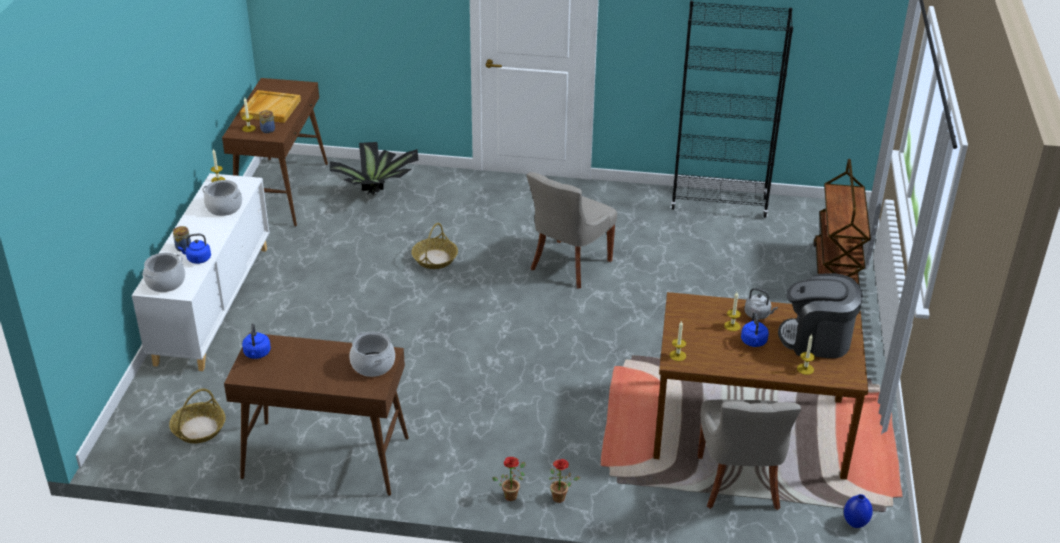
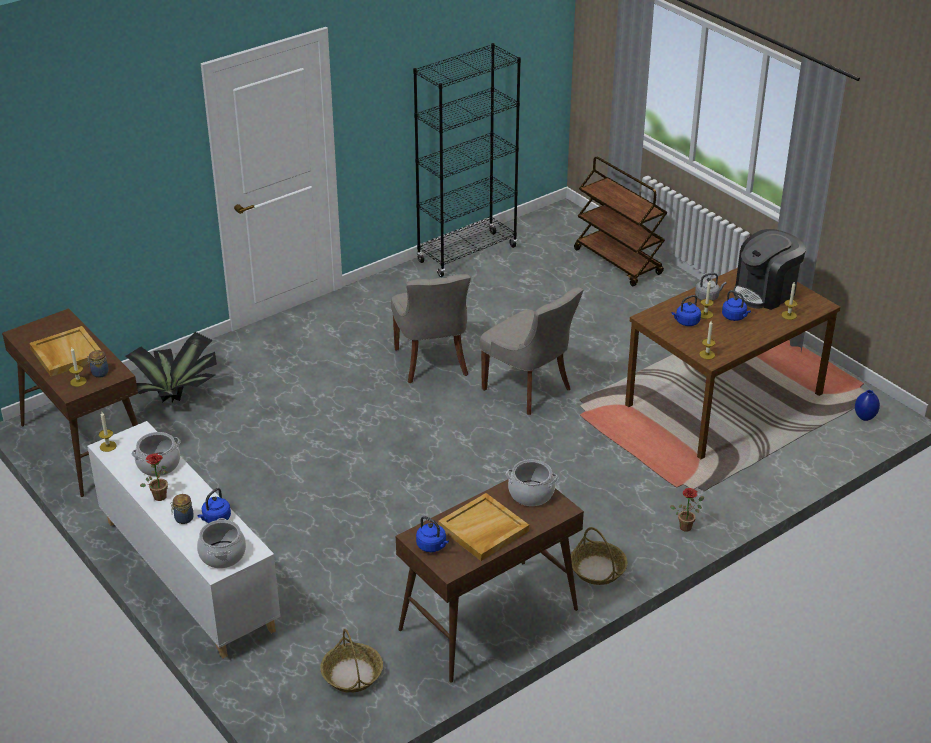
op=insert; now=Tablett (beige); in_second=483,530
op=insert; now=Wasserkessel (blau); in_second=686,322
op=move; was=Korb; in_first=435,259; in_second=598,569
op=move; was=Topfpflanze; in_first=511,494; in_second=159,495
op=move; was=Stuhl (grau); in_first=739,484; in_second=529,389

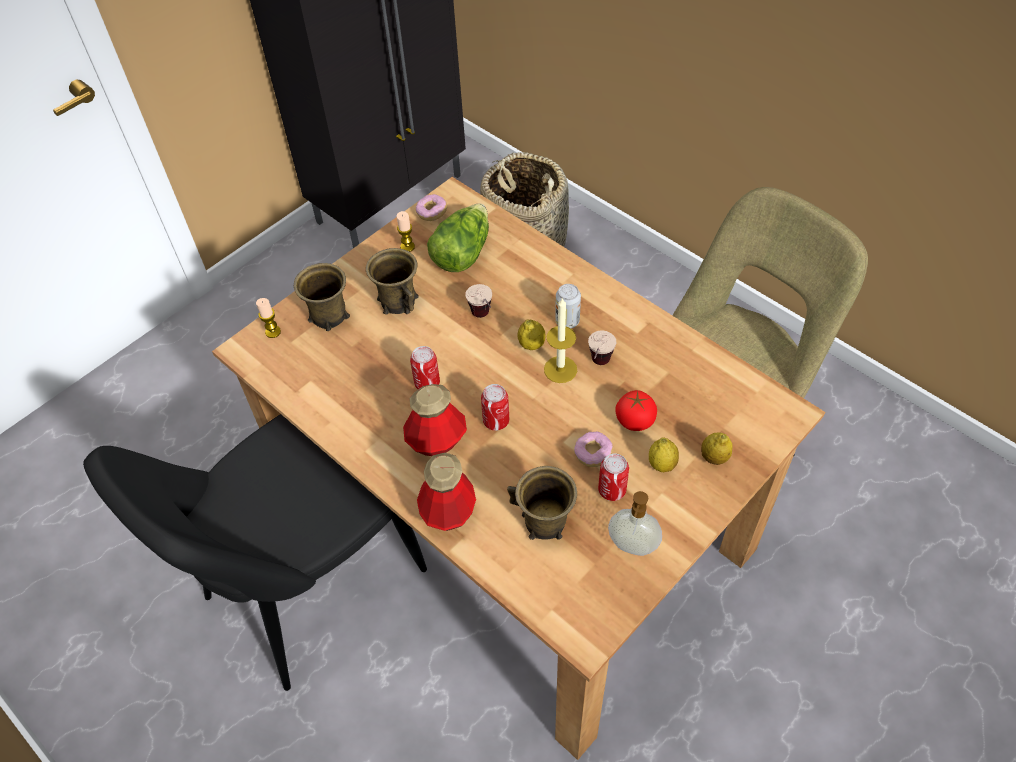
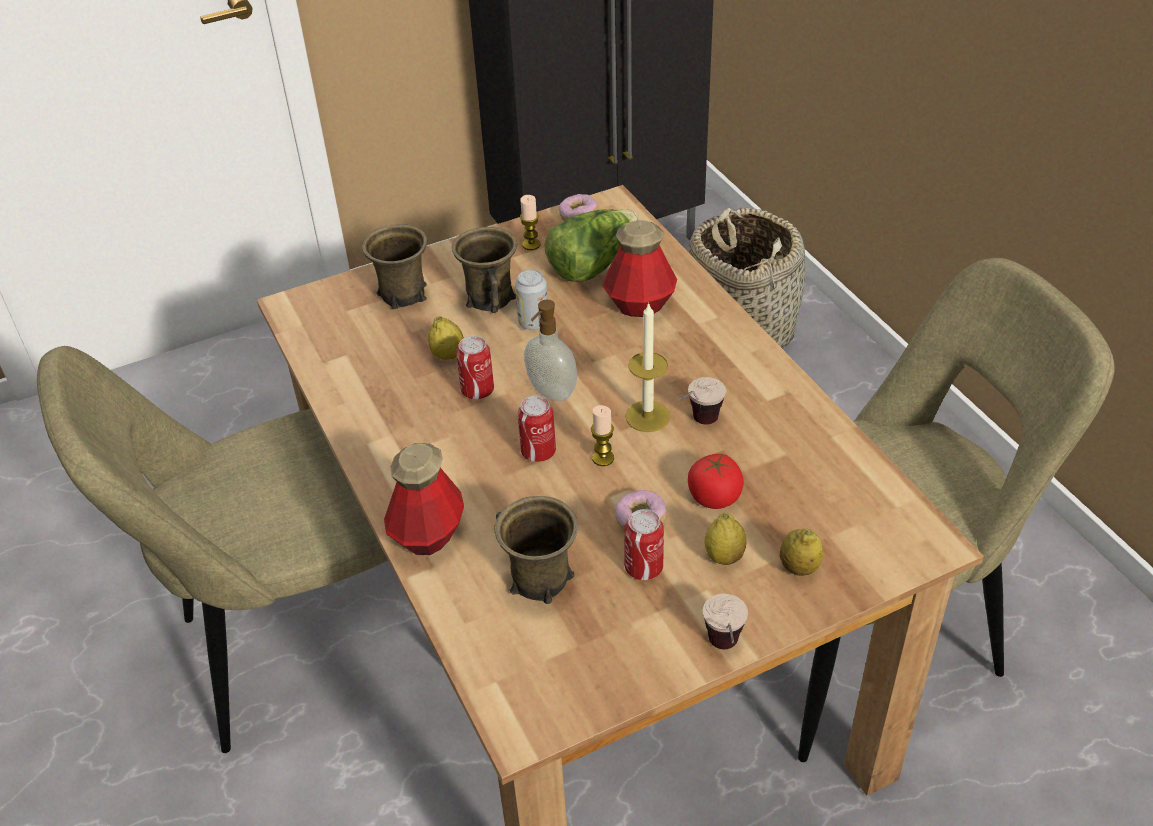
op=move; was=Kerze; in_first=273,332; in_second=603,458
op=move; was=Flasche; in_first=437,441; in_second=639,304
op=move; was=Tasse; in_first=484,319; in_second=725,653
op=move; was=Zitrone; in_first=531,345; in_second=448,355
op=move; was=Dose; in_first=567,321; in_second=533,322
op=move; was=Seifenspender; in_first=632,547; in_second=550,392
op=recolor; was=Stuhl (schwarz); now=Stuhl (beige); in_first=306,590; in_second=300,646

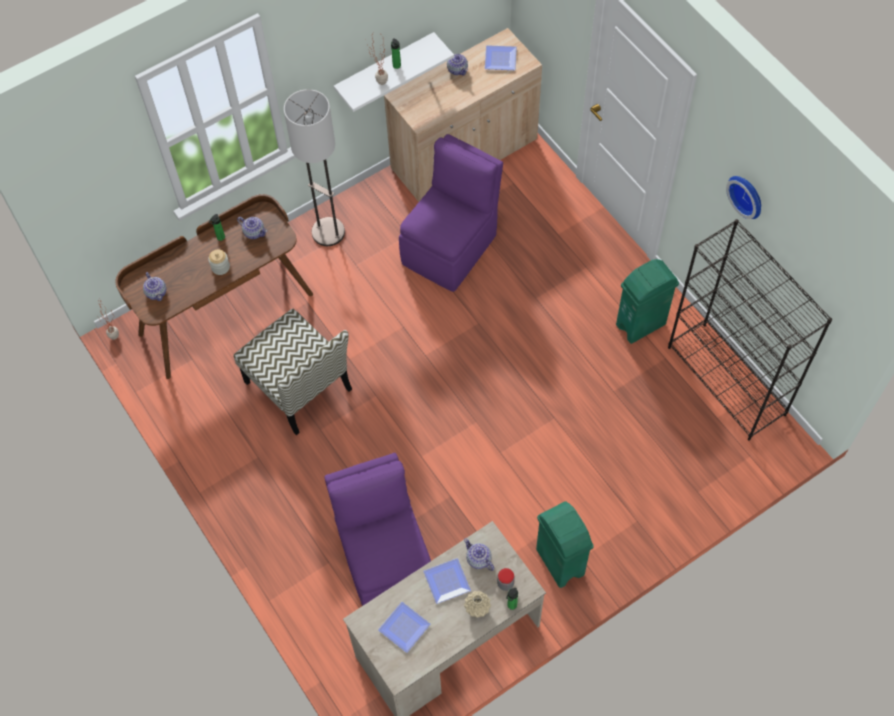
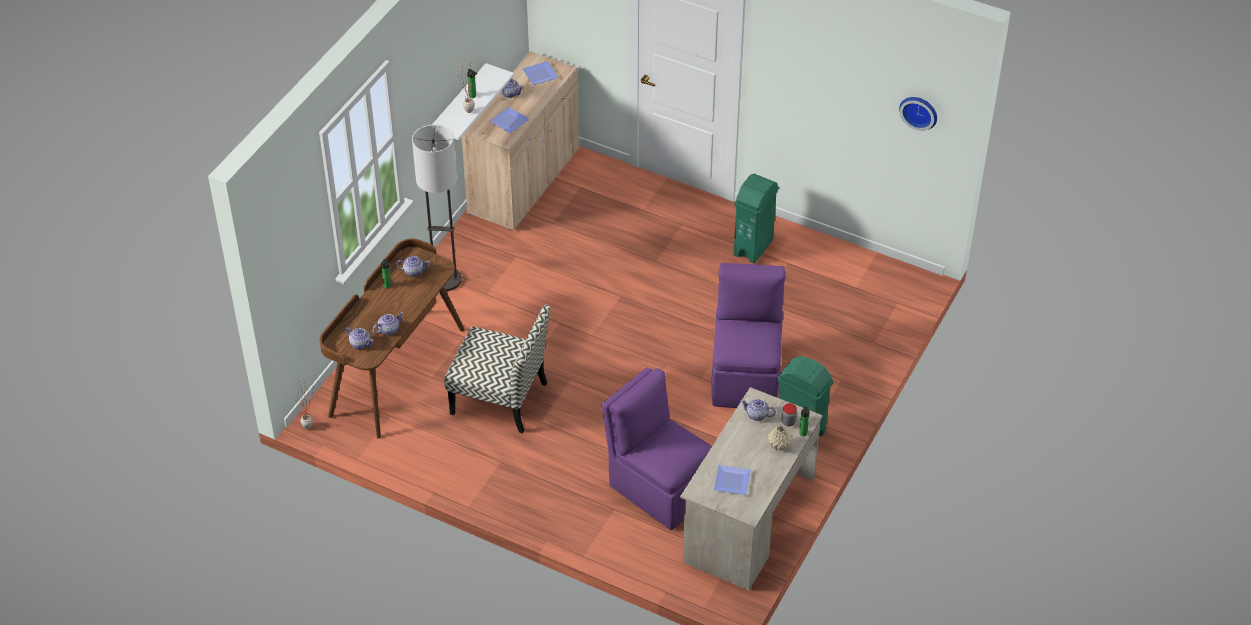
op=delete; was=Vorratsglas; in_first=220,267
op=delete; was=Bücherregal (schwarz); in_first=727,381
op=insert; now=Teekanne; in_second=388,330
op=move; was=Stuhl (lila); in_first=451,247; in_second=746,376
op=move; was=Teller; in_first=447,580; in_second=509,120
op=move; was=Wanduhr; in_first=747,195; in_second=919,111

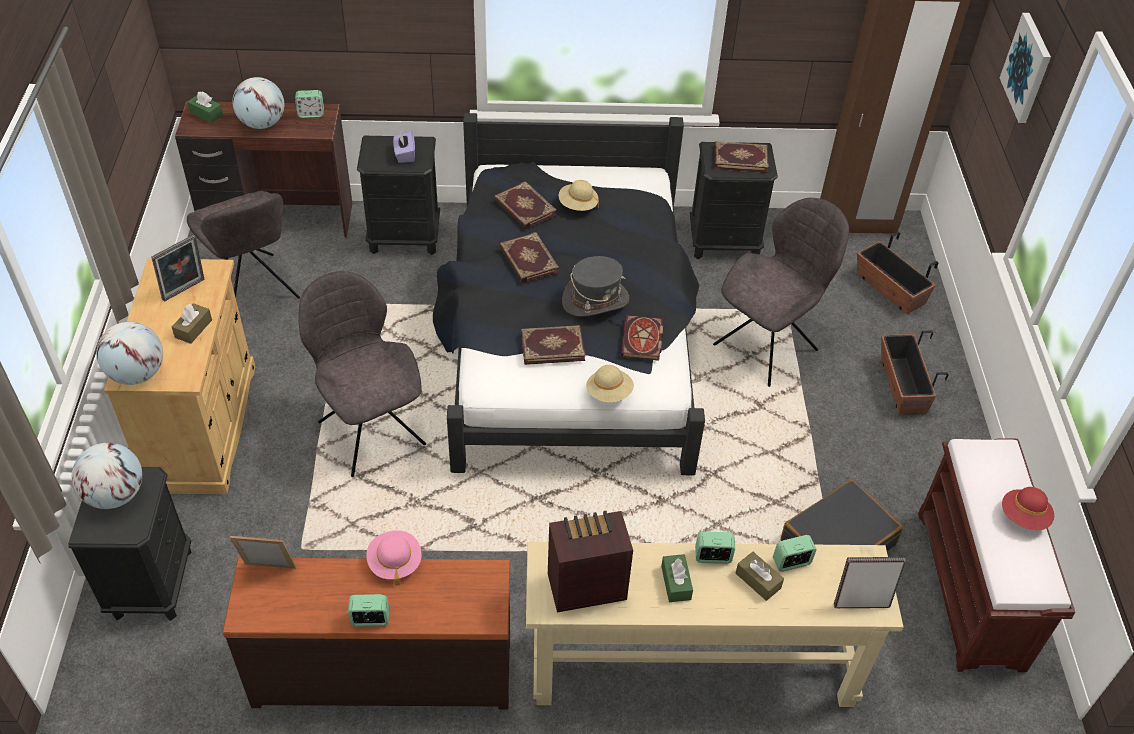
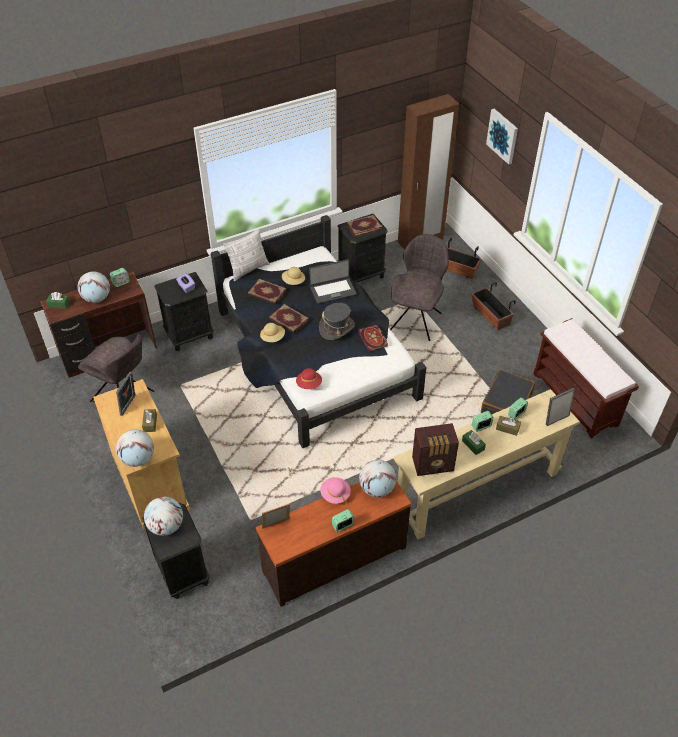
op=delete; was=Stuhl (grau); in_first=370,430
op=delete; was=Buch; in_first=552,346
op=insert; now=Kissen; in_second=248,269
op=insert; now=Laptop; in_second=332,290
op=insert; now=Globus; in_second=377,488
op=move; was=Hut (beige); in_first=609,393; in_second=273,337
op=move; was=Hut (rot); in_first=1024,517; in_second=309,384
op=rotate; was=Radio; in_first=584,586; in_second=434,464; clockwise=-150

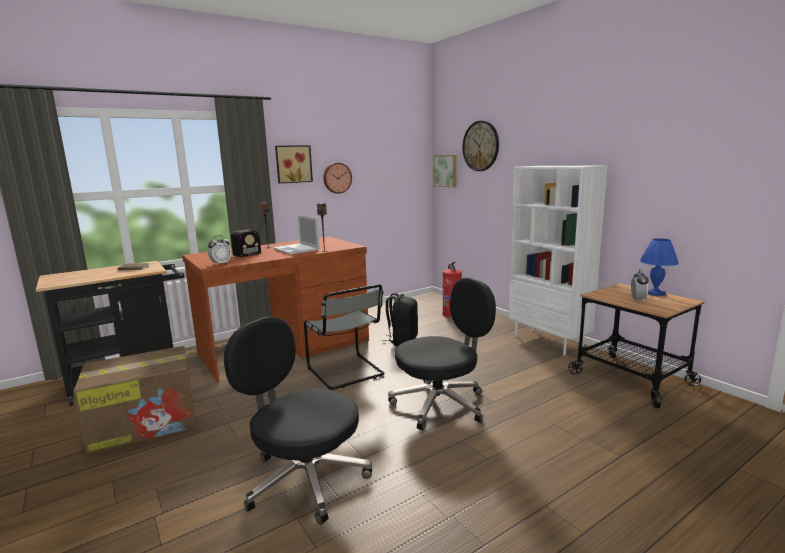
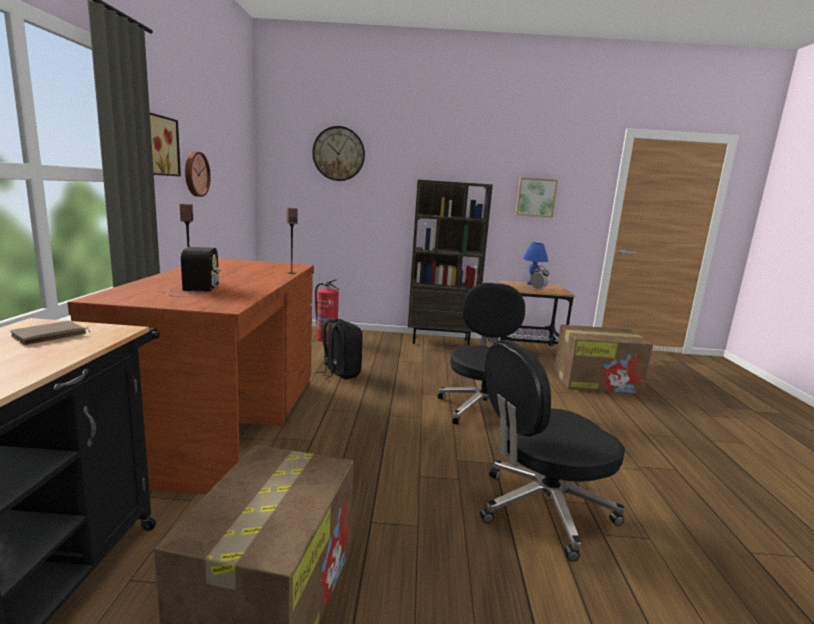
op=delete; was=Wecker; in_first=221,264
op=delete; was=Laptop; in_first=296,249
op=delete; was=Stuhl (grau); in_first=347,372
op=insert; now=Karton; in_second=597,381
op=move; was=Bild; in_first=446,171; in_second=535,197
op=recolor; was=Bücherregal (weiß); now=Bücherregal (braun); in_first=548,342; in_second=441,341

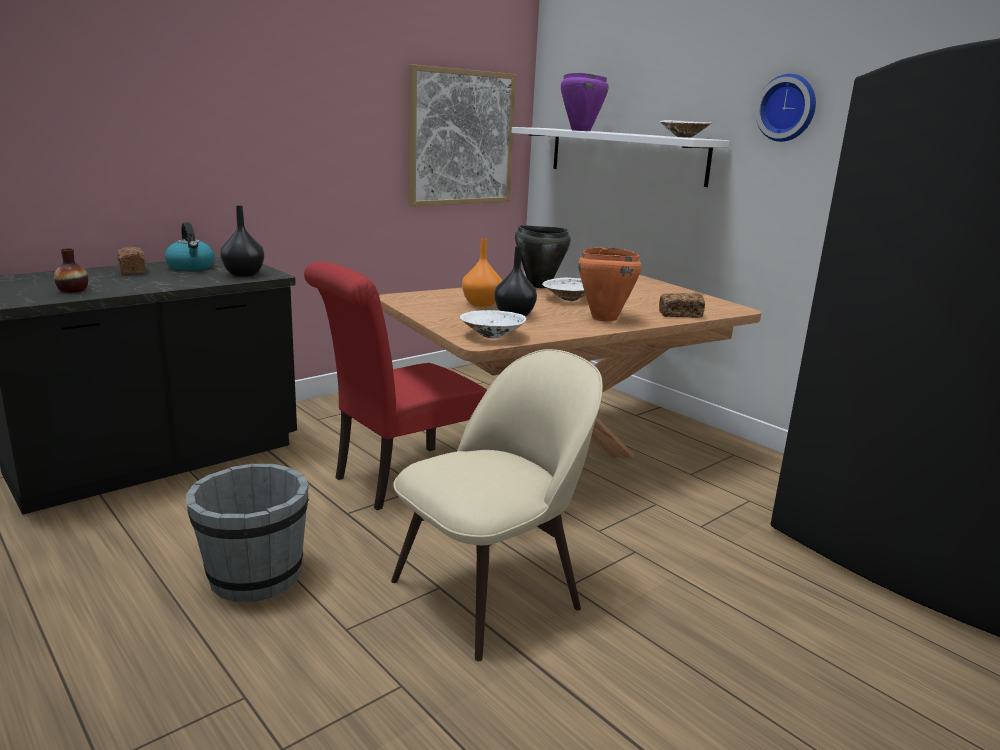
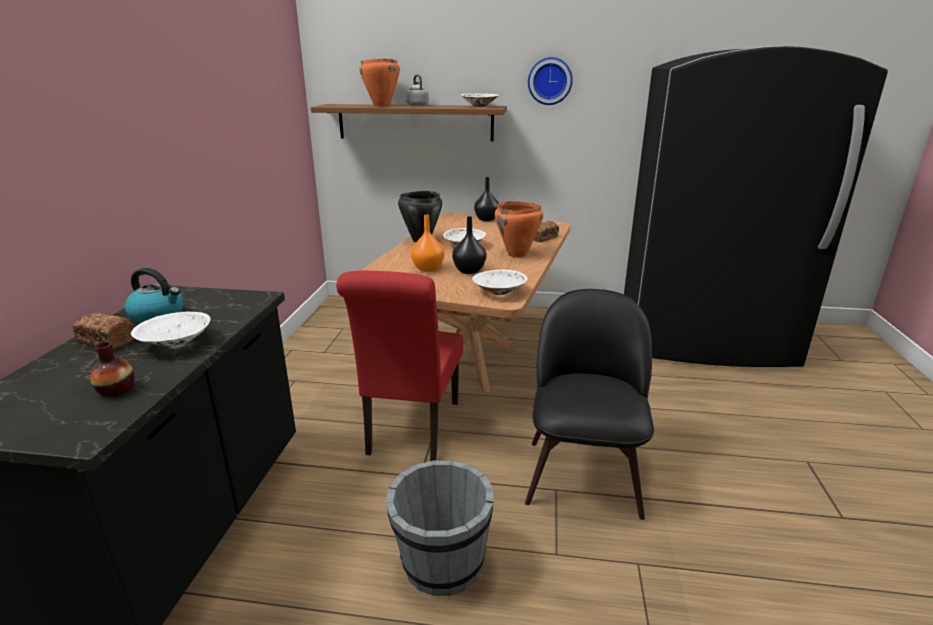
op=delete; was=Bild; in_first=461,138
op=insert; now=Schüssel (weiß); in_second=176,343
op=insert; now=Wasserkessel (grau); in_second=417,105
op=move; was=Vase (schwarz); in_first=243,274; in_second=486,219
op=recolor; was=Stuhl (beige); now=Stuhl (schwarz); in_first=491,591; in_second=583,473
op=recolor; was=Wandregal (weiß); now=Wandregal (braun); in_first=626,155; in_second=415,122
op=recolor; was=Kochtopf (lila); now=Kochtopf (orange); in_first=580,130; in_second=381,106

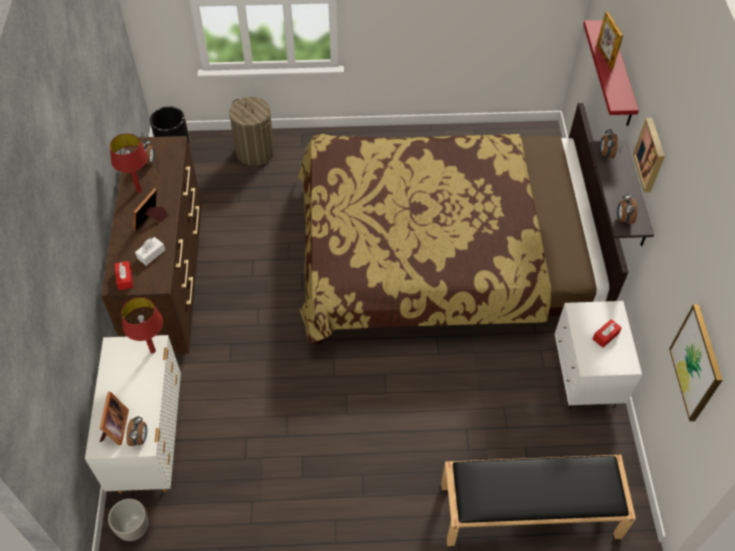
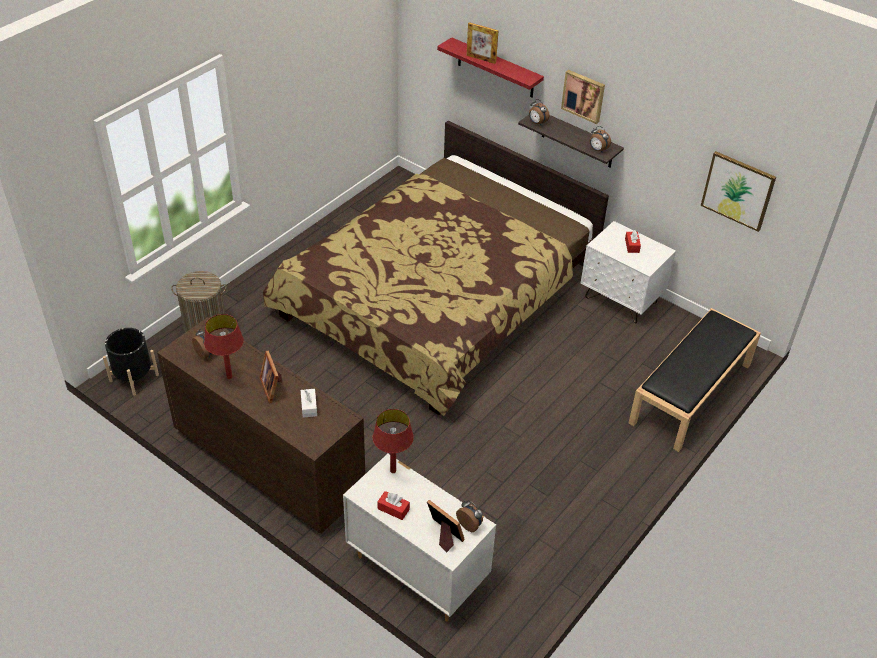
op=delete; was=Pflanzkübel; in_first=134,528
op=move; was=Taschentuchbox (rot); in_first=125,278; in_second=393,509

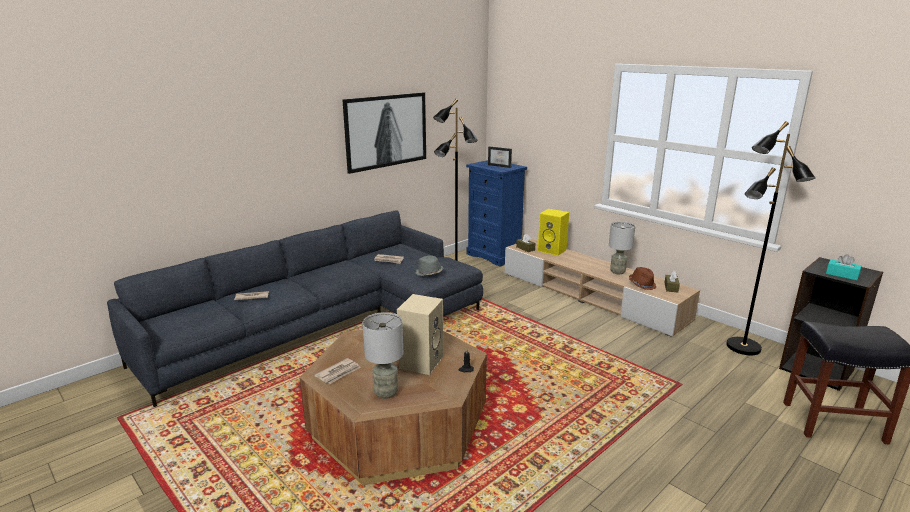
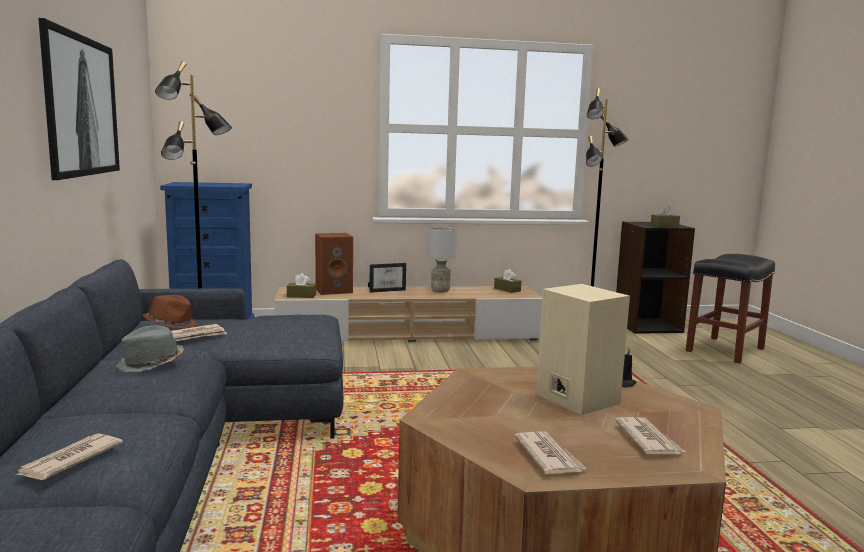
op=move; was=Hut (grau); in_first=429,273; in_second=151,364
op=move; was=Bilderrahmen; in_first=501,166; in_second=387,290
op=move; was=Hut (braun); in_first=642,284; in_second=171,325
op=replace; was=Tischlampe (grau); now=Zeitung; in_first=386,392; in_second=648,439
op=recolor; was=Lautsprecher (gelb); now=Lautsprecher (braun); in_first=553,250; in_second=334,290
op=recolor; was=Taschentuchbox (türkis); now=Taschentuchbox (braun); in_first=842,275; in_second=664,225

